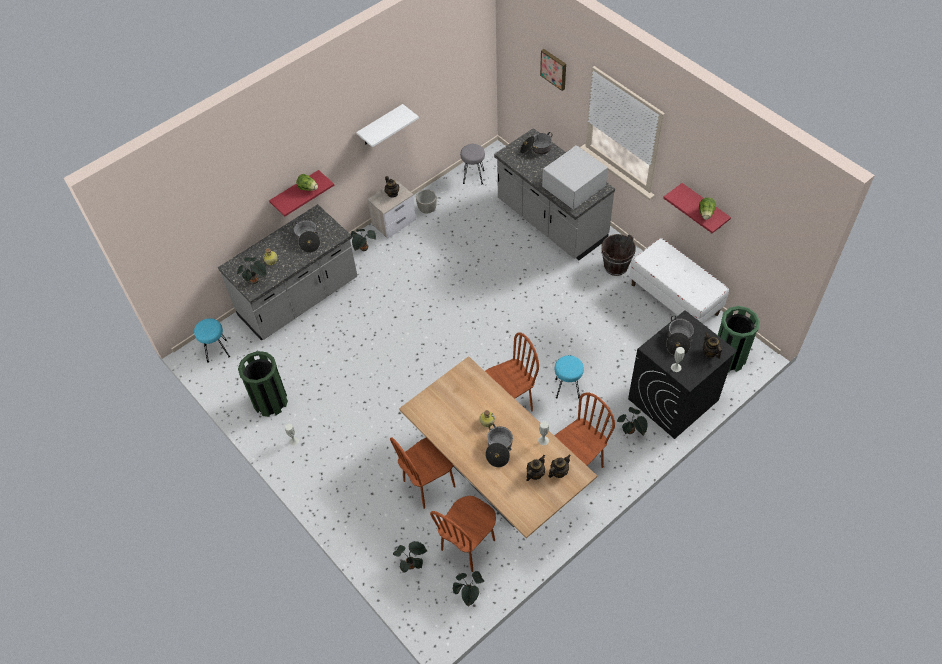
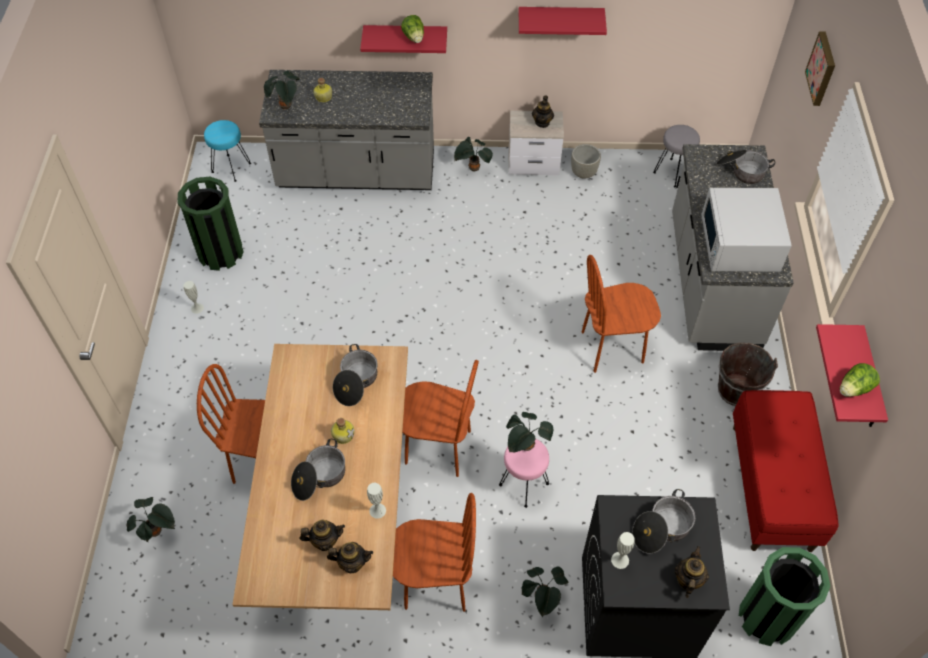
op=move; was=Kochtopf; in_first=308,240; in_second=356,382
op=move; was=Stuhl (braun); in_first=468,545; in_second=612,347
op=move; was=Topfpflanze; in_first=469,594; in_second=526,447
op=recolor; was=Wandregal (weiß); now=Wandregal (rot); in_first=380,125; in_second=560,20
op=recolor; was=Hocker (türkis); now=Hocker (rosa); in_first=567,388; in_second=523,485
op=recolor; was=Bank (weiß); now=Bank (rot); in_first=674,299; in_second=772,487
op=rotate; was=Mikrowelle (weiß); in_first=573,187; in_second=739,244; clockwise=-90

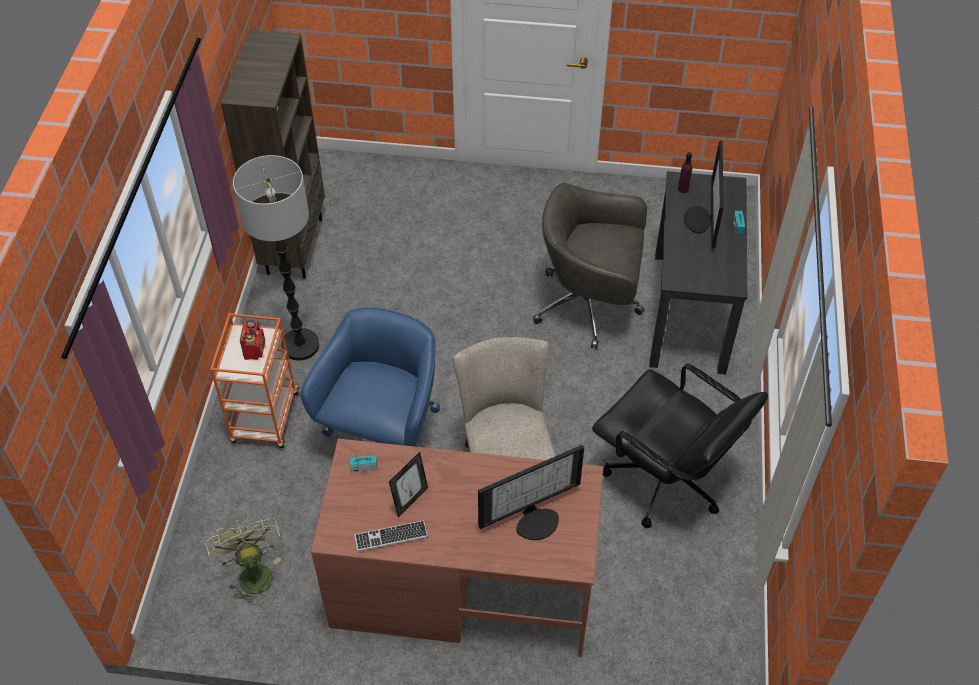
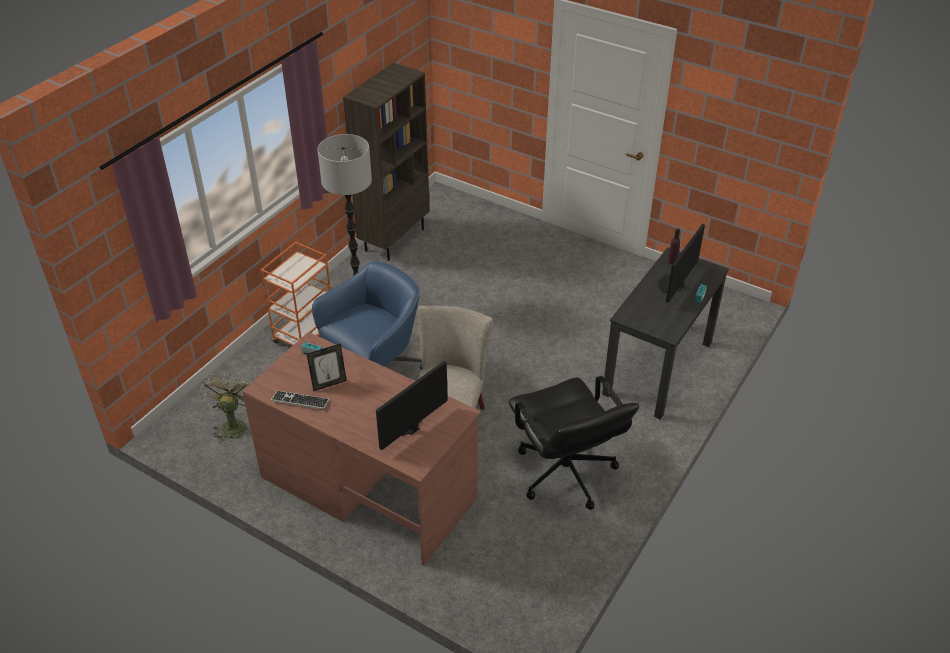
op=delete; was=Radio; in_first=255,349
op=delete; was=Bürostuhl (grau); in_first=589,305
op=rotate; was=Monitor; in_first=536,519; in_second=407,426; clockwise=135

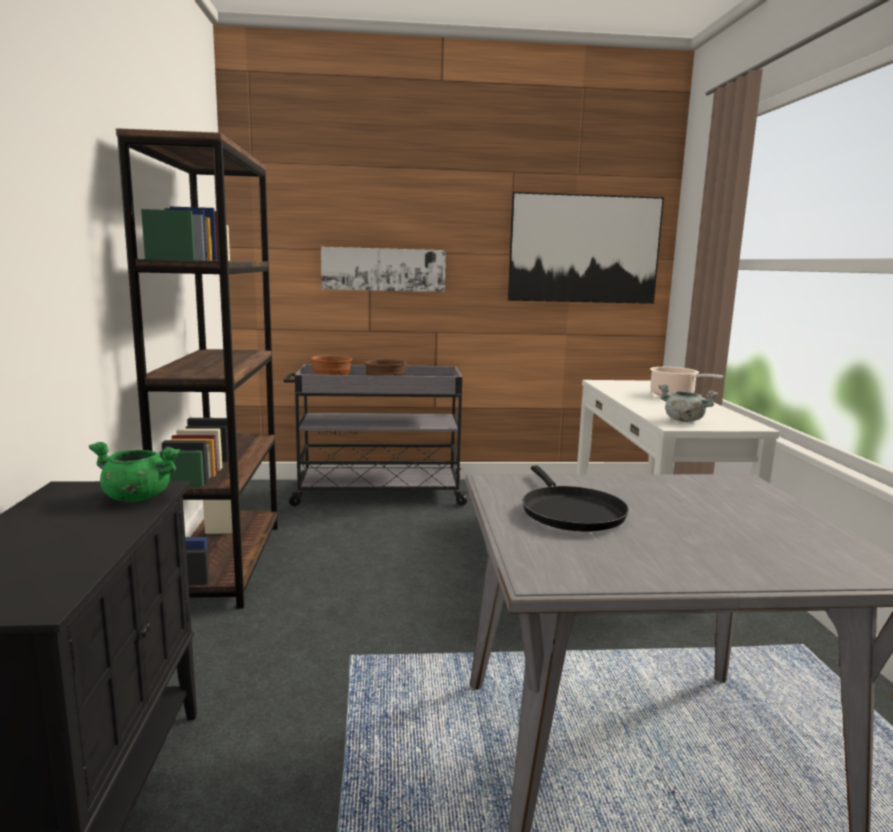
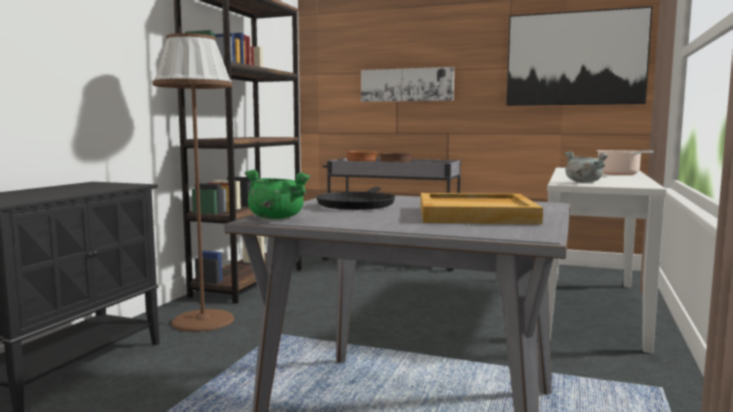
op=insert; now=Stehlampe (braun); in_second=203,320
op=insert; now=Tablett (beige); in_second=476,214
op=move; was=Kochtopf (grün); in_first=136,497; in_second=275,218

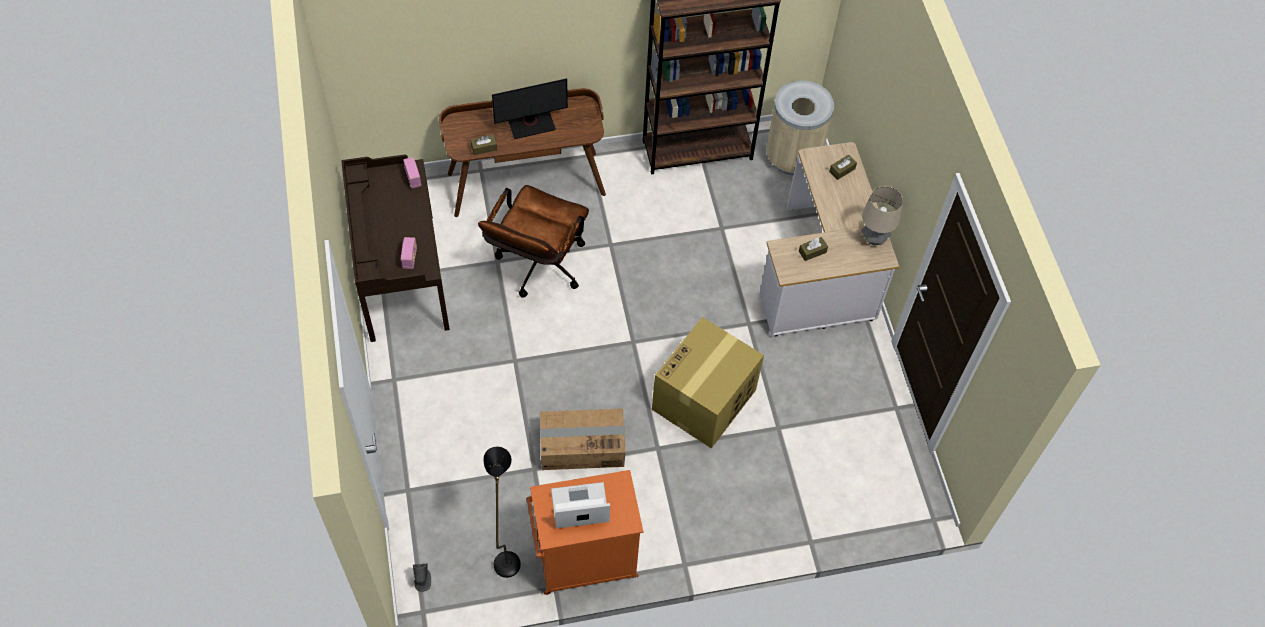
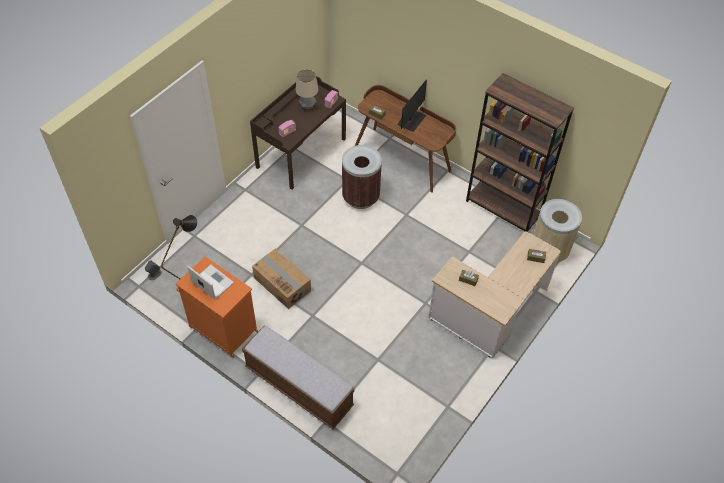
op=delete; was=Karton; in_first=703,401
op=insert; now=Bank; in_second=299,387
op=move; was=Tischlampe; in_first=874,239; in_second=307,106
op=replace; was=Bürostuhl (braun); now=Mülleimer (braun); in_first=537,268; in_second=360,197
op=rotate; was=Monitor; in_first=531,123; in_second=411,120; clockwise=-90

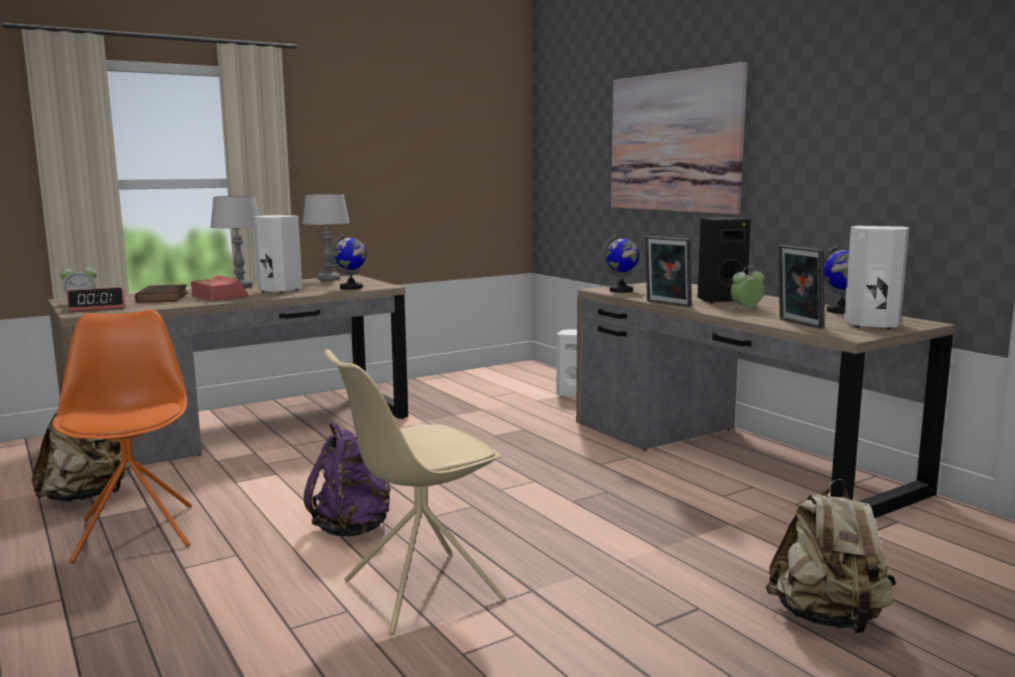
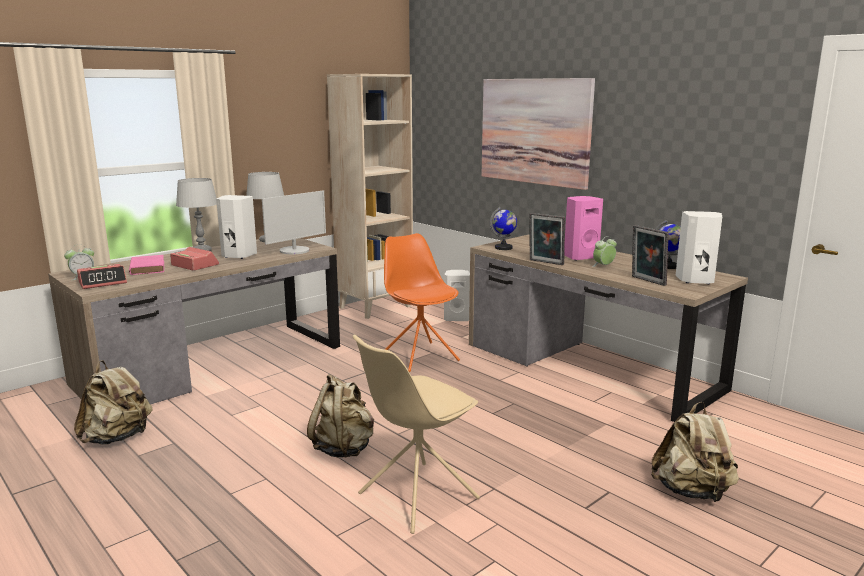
op=insert; now=Bücherregal (beige); in_second=375,307
op=move; was=Stuhl (orange); in_first=136,532; in_second=420,356
op=replace; was=Globus; now=Monitor; in_first=351,288; in_second=295,250
op=recolor; was=Buch (braun); now=Buch (rosa); in_first=163,297; in_second=147,268
op=recolor; was=Rucksack (lila); now=Rucksack (beige); in_first=353,528; in_second=343,448
op=recolor; was=Lautsprecher (schwarz); now=Lautsprecher (rosa); in_first=720,300; in_second=580,257

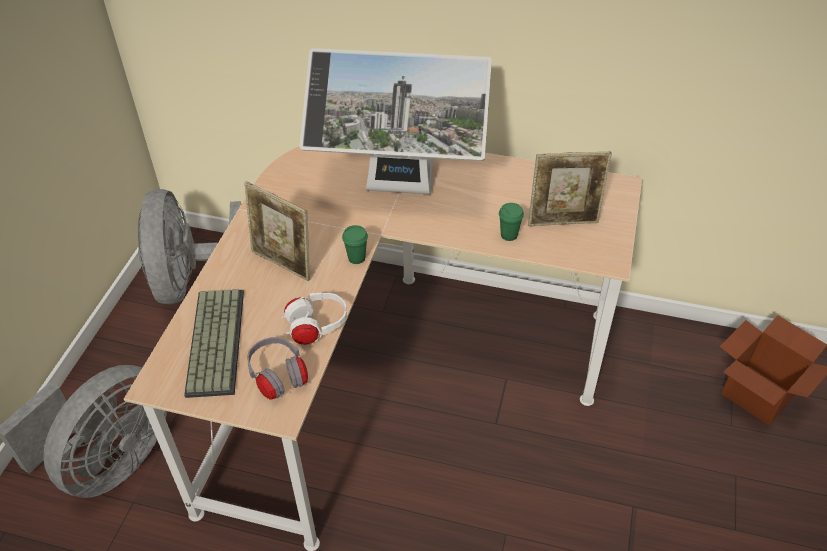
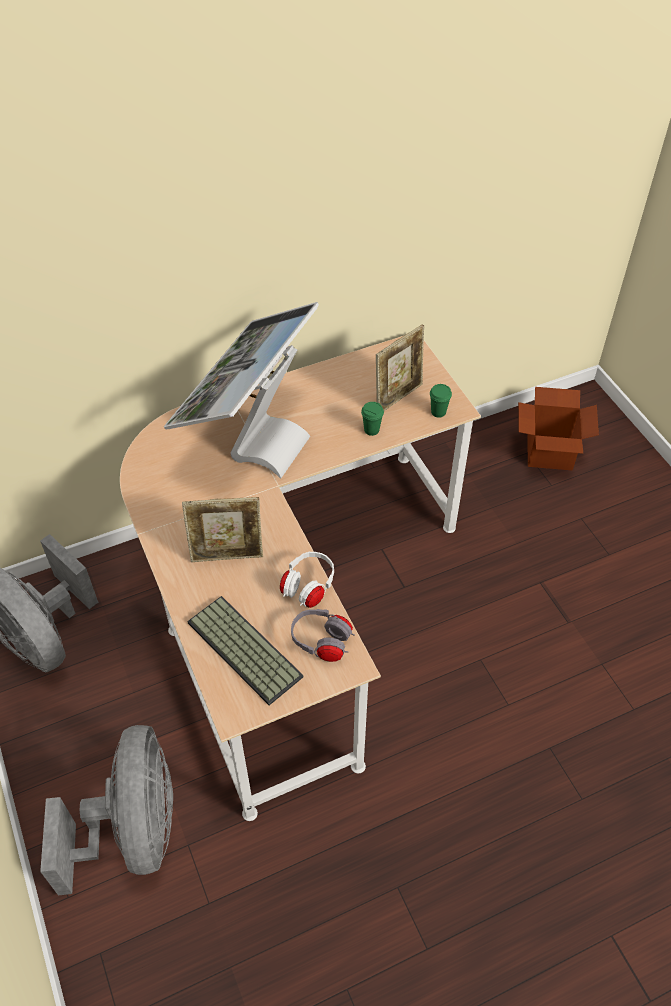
op=move; was=Tasse (grün); in_first=356,258; in_second=438,412
op=rotate; was=Monitor; in_first=399,190; in_second=253,441; clockwise=150

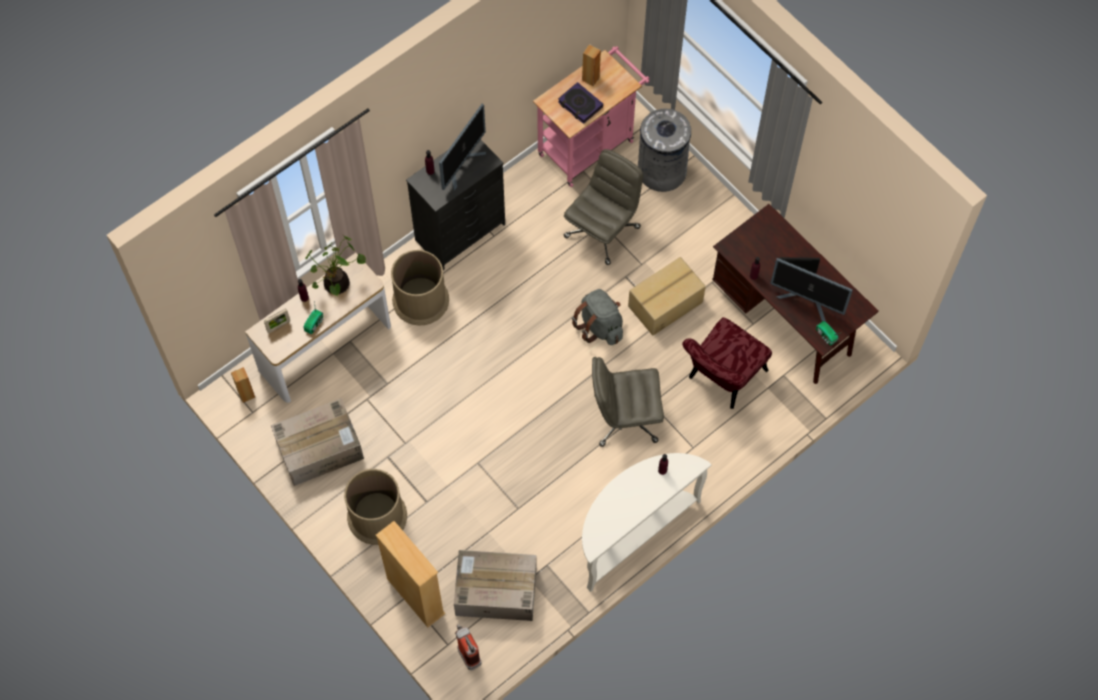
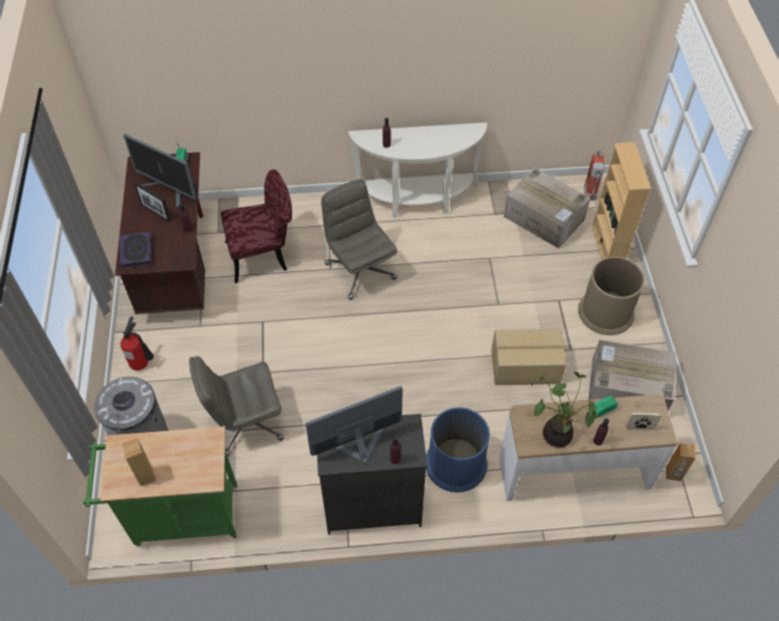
op=delete; was=Rucksack (grau); in_first=599,326
op=insert; now=Feuerlöscher; in_second=142,363
op=move; was=Buch; in_first=580,105; in_second=136,252
op=move; was=Karton; in_first=664,303; in_second=525,367
op=recolor; was=Mülleimer (braun); now=Mülleimer (blau); in_first=420,300; in_second=456,463
op=recolor; was=Rollwagen (rosa); now=Rollwagen (grün); in_first=590,144; in_second=180,516
op=rotate; was=Bürostuhl (grau); in_first=624,418; in_second=360,270; clockwise=-150
op=rotate; was=Monitor; in_first=807,301; in_second=169,190; clockwise=150

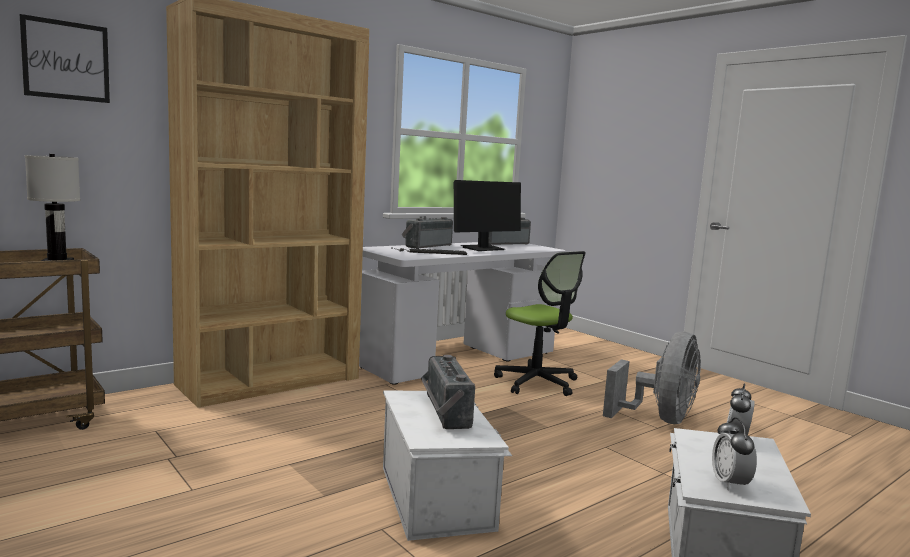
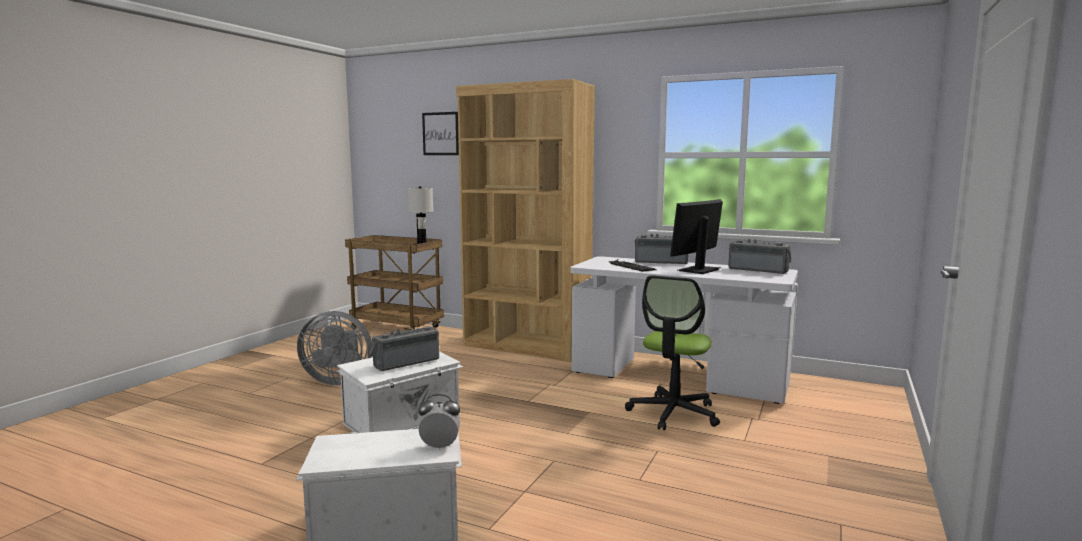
op=delete; was=Wecker; in_first=730,483
op=move; was=Ventilator (grau); in_first=660,419; in_second=338,380
op=rotate; was=Monitor; in_first=483,248; in_second=698,270; clockwise=105

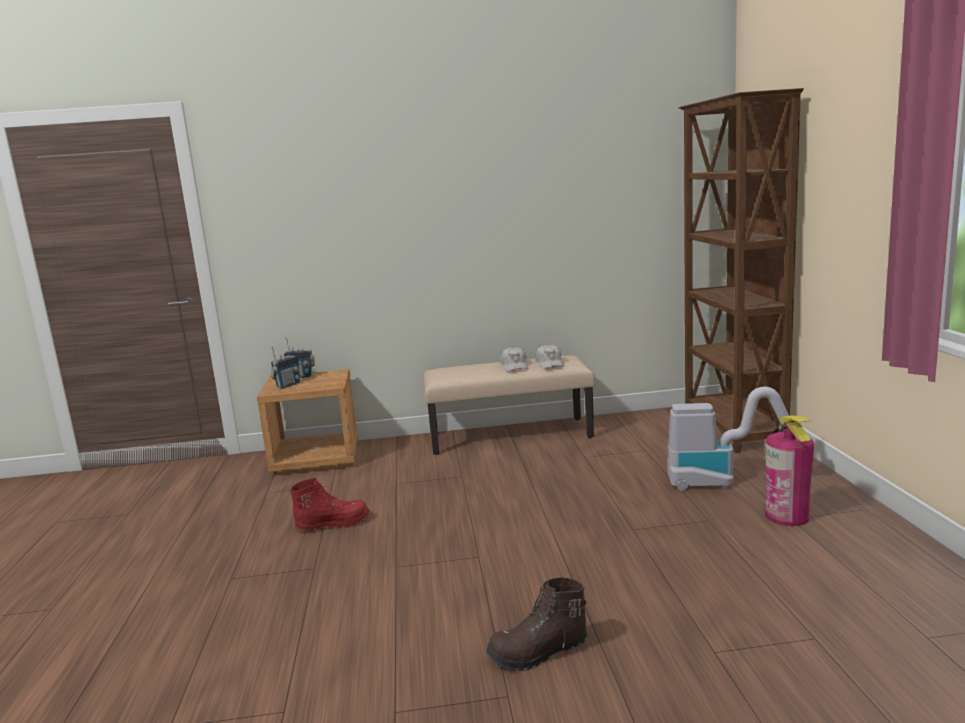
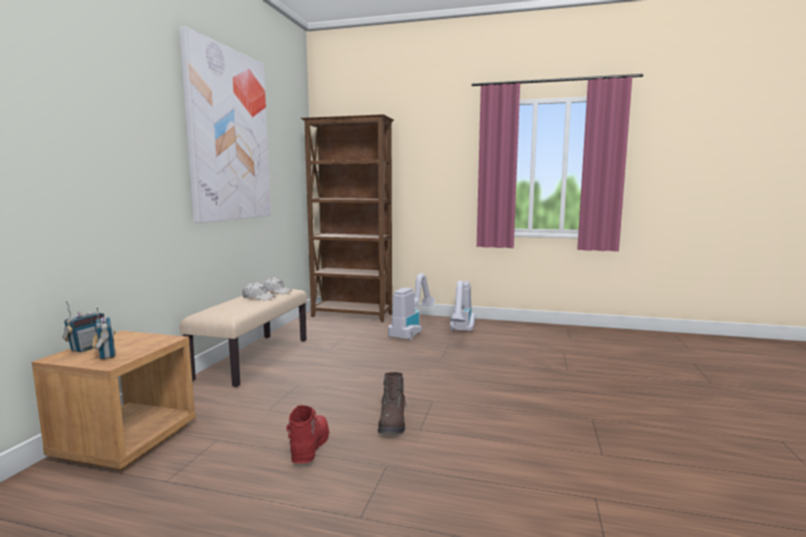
op=insert; now=Bild; in_second=229,135
op=move; was=Stiefel (braun); in_first=538,652; in_second=392,423
op=replace; was=Feuerlöscher; now=Staubsauger; in_first=787,516; in_second=461,331

